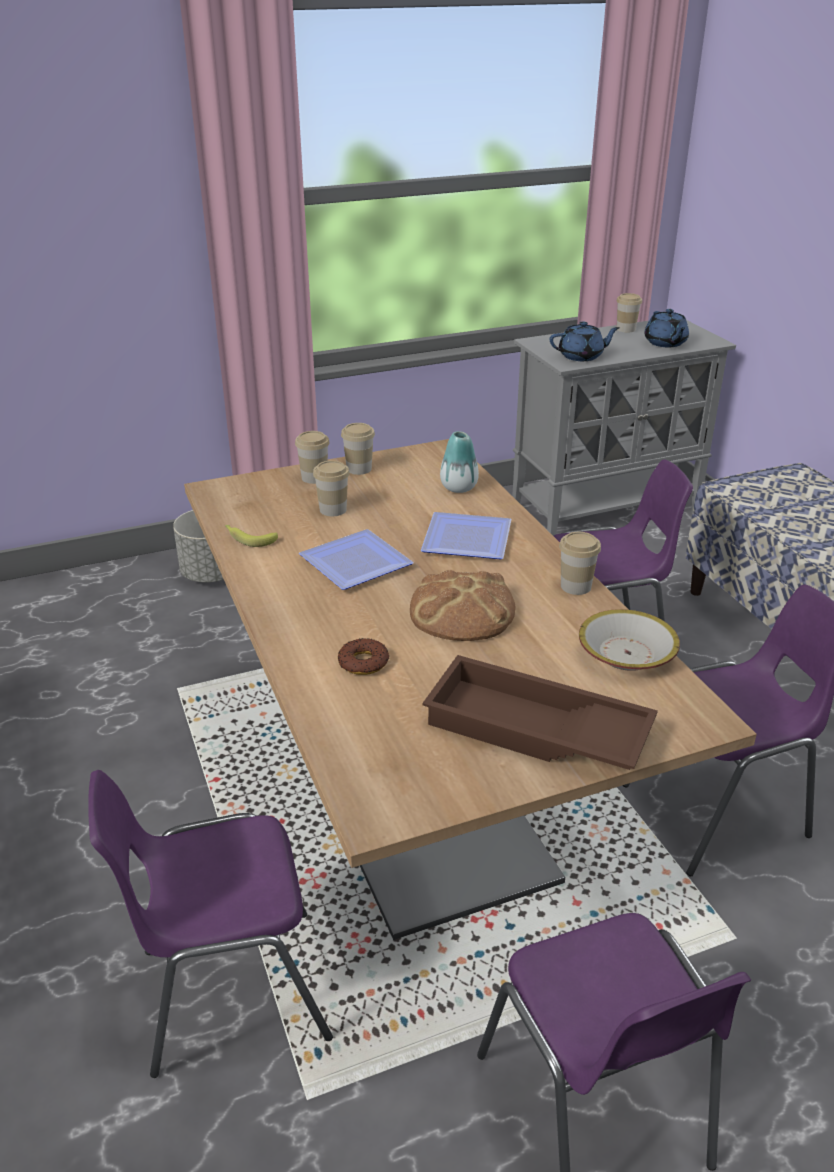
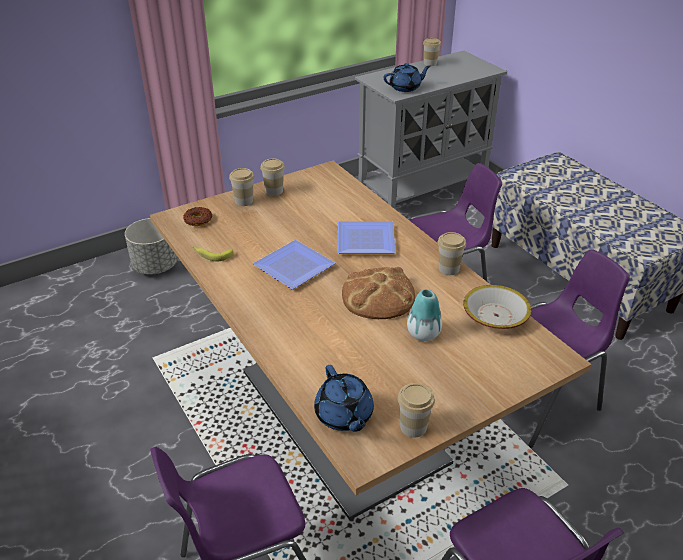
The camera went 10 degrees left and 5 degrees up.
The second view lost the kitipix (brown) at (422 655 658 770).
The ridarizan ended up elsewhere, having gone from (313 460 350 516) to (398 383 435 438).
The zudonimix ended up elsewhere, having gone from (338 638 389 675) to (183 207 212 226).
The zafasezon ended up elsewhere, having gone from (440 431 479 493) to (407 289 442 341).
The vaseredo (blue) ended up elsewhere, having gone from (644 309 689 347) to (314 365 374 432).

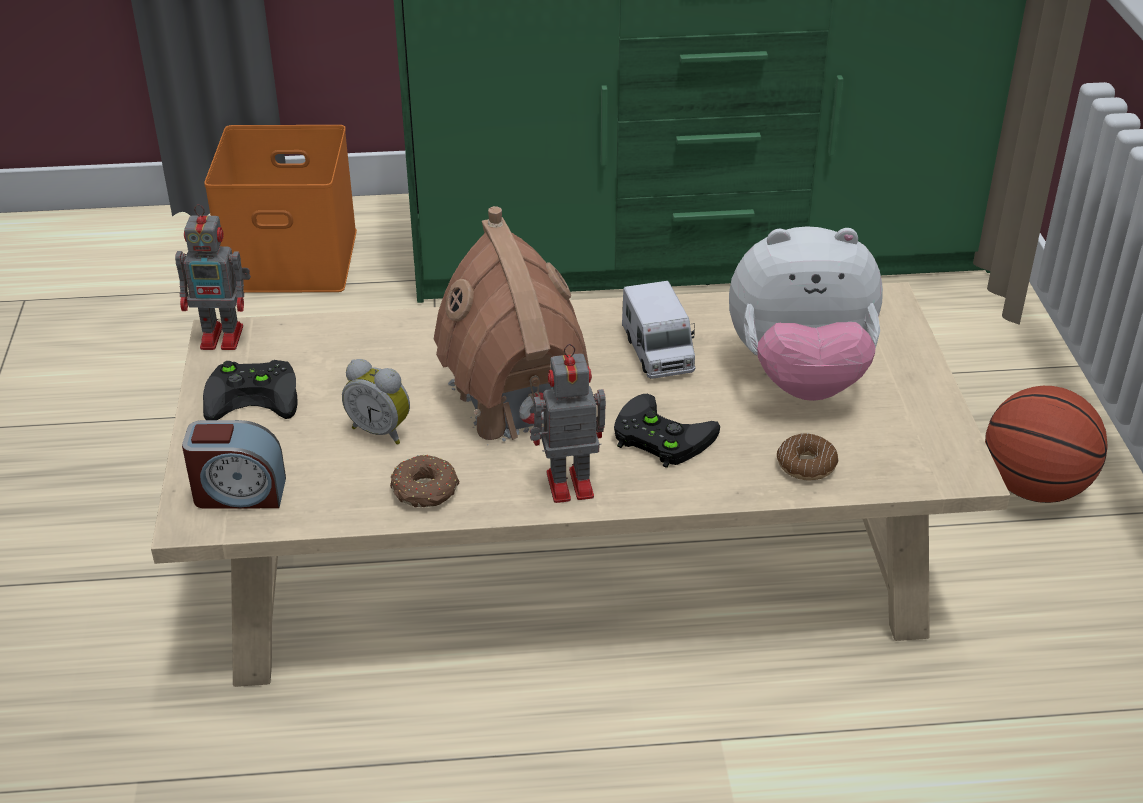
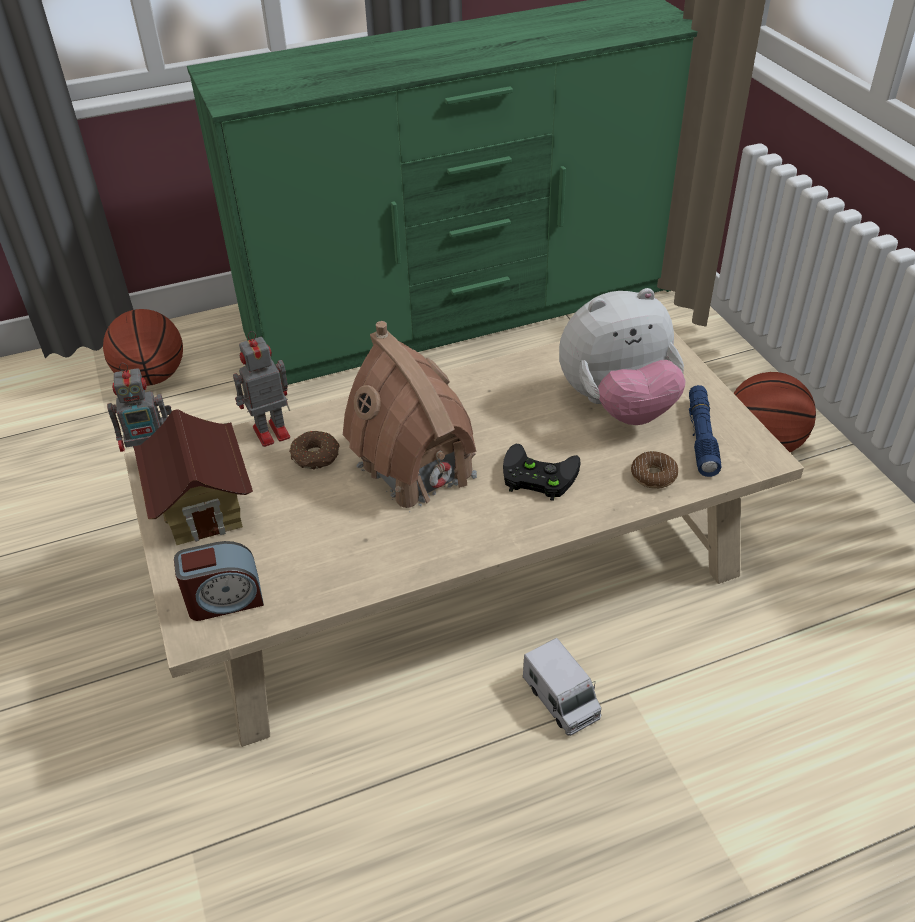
The camera went 15 degrees left and 5 degrees up.
The second view lost the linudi at (342 359 410 444).
The second view gained the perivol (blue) at (689 385 722 477).
The zudonimix ended up elsewhere, having gone from (390 455 459 508) to (289 431 339 470).
The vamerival ended up elsewhere, having gone from (530 344 606 503) to (233 331 290 447).
The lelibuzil ended up elsewhere, having gone from (622 281 695 379) to (523 638 601 736).
Where the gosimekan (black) stood at (203 360 297 420), the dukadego came to stand at (134 410 253 545).
Where the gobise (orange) stood at (204 125 357 293), the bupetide came to stand at (103 309 183 386).

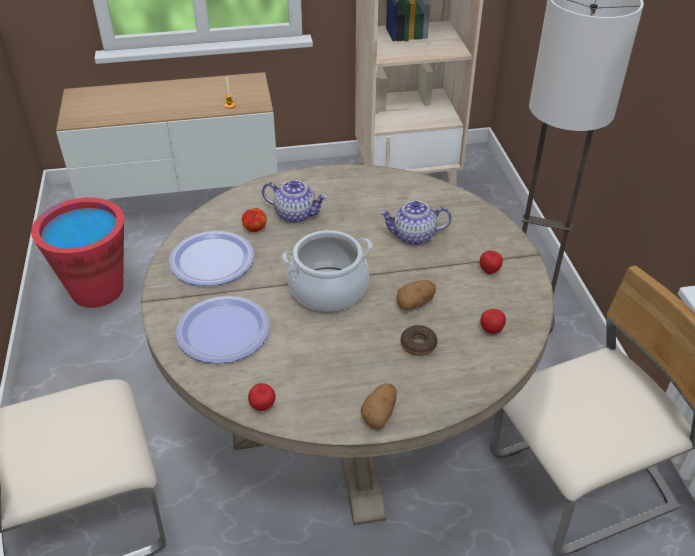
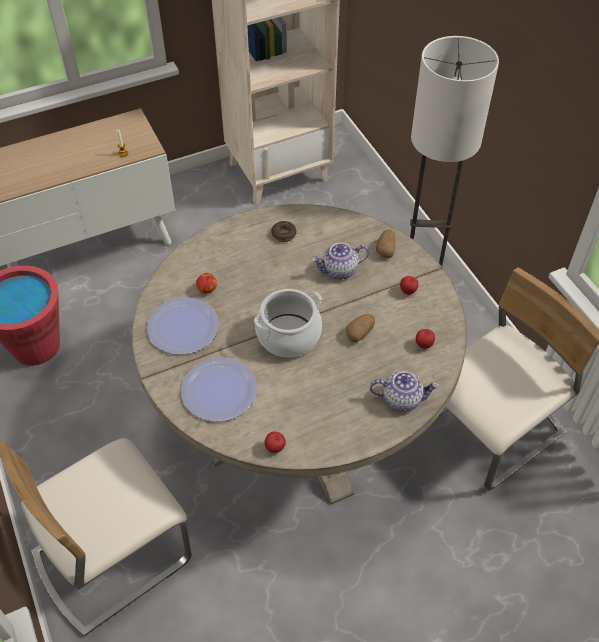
The camera went 15 degrees left and 10 degrees up.
The vaseredo ended up elsewhere, having gone from (262 180 327 223) to (370 371 439 412).
The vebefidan ended up elsewhere, having gone from (361 383 397 429) to (376 230 395 258).
The zudonimix ended up elsewhere, having gone from (401 325 438 356) to (271 221 297 242).

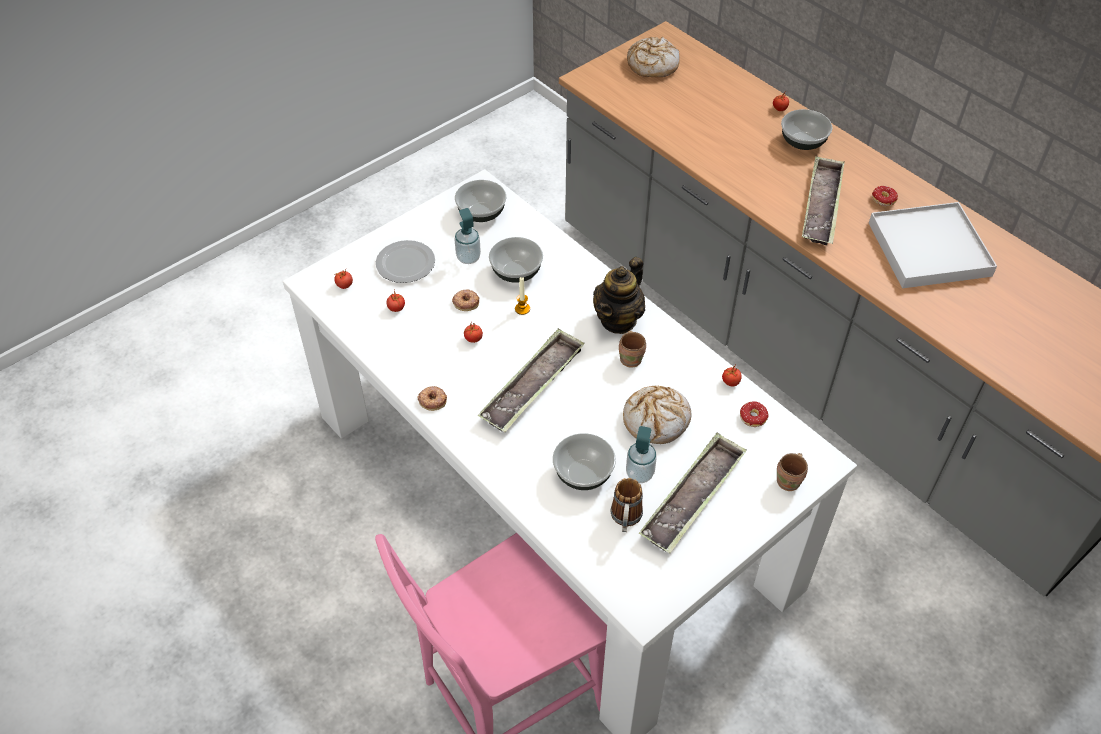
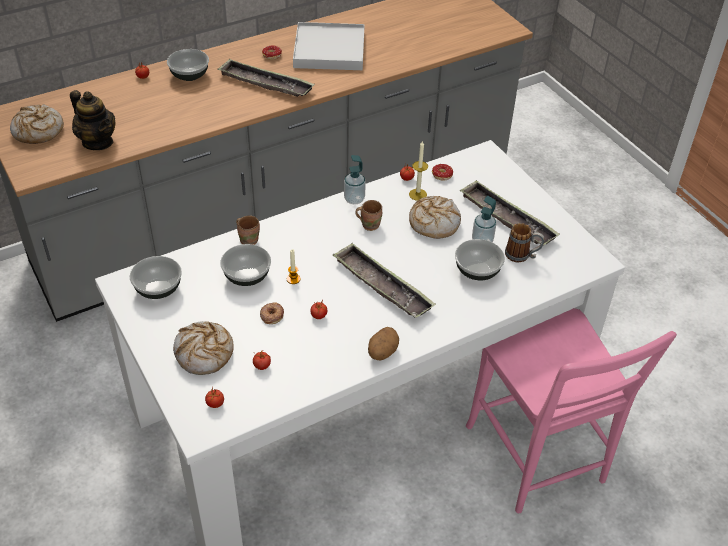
The camera went 80 degrees left and 5 degrees down.
The second view gained the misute at (409 140 428 201).
The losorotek ended up elsewhere, having gone from (454 208 481 264) to (344 155 366 204).
The vaseredo ended up elsewhere, having gone from (593 257 645 334) to (70 90 115 150).
The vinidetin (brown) ended up elsewhere, having gone from (777 453 808 491) to (236 215 260 245).
Where the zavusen stood at (376 240 435 283), the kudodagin came to stand at (173 321 234 375).
Where the zudonimix stood at (417 386 447 411), the vebefidan came to stand at (368 327 399 360).

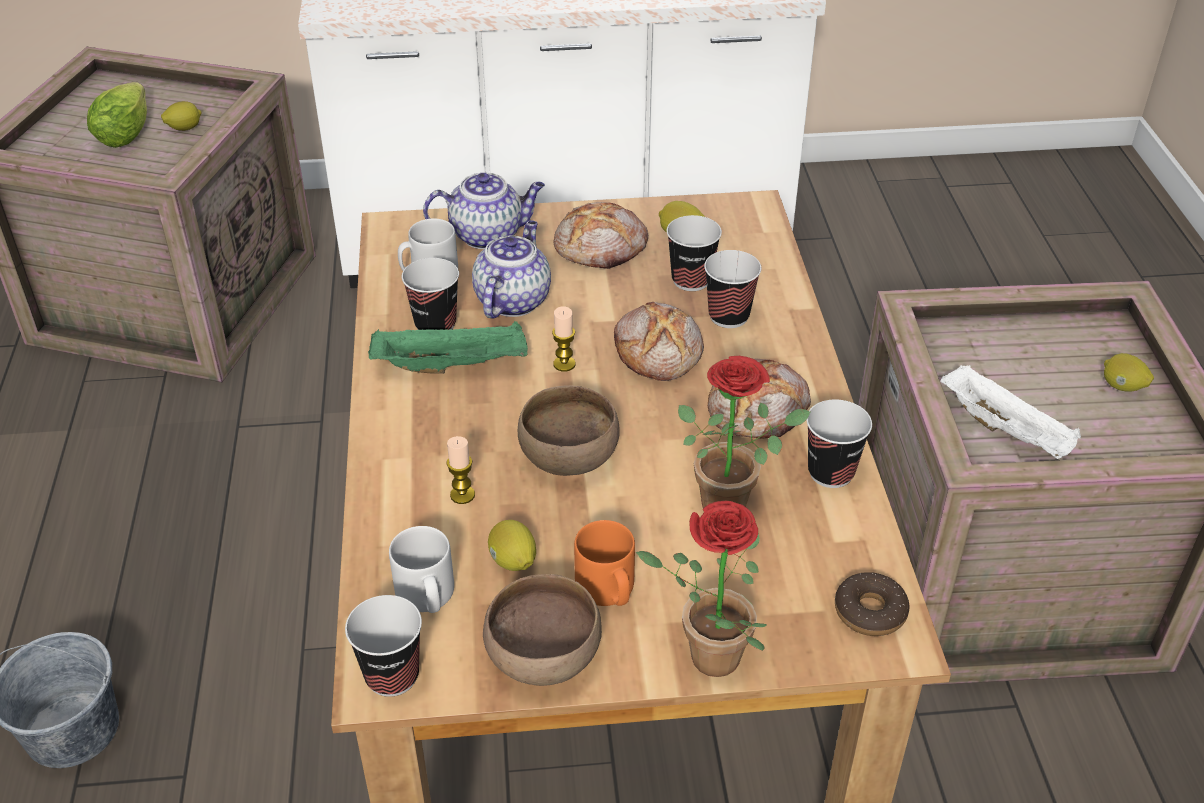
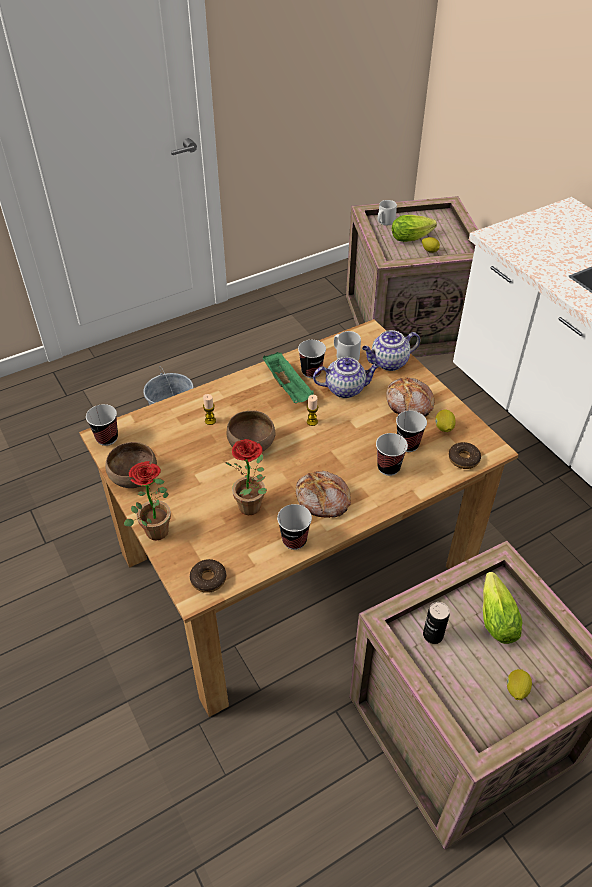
The camera went 65 degrees right and 5 degrees up.
The second view lost the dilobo at (488 520 536 571).
The second view lost the vinidetin (orange) at (574 520 635 606).
The second view lost the kudodagin at (614 302 704 381).
The second view gained the zudonimix at (449 442 481 469).
The second view gained the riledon at (483 572 523 644).
The vinidetin (grey) ended up elsewhere, having gone from (389 526 454 613) to (378 200 397 225).
Where the kitipix (white) stood at (940 365 1081 459), the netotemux came to stand at (423 602 450 644).
The vaseredo at (423 173 545 249) ended up facing another way, 105 degrees clockwise from before.

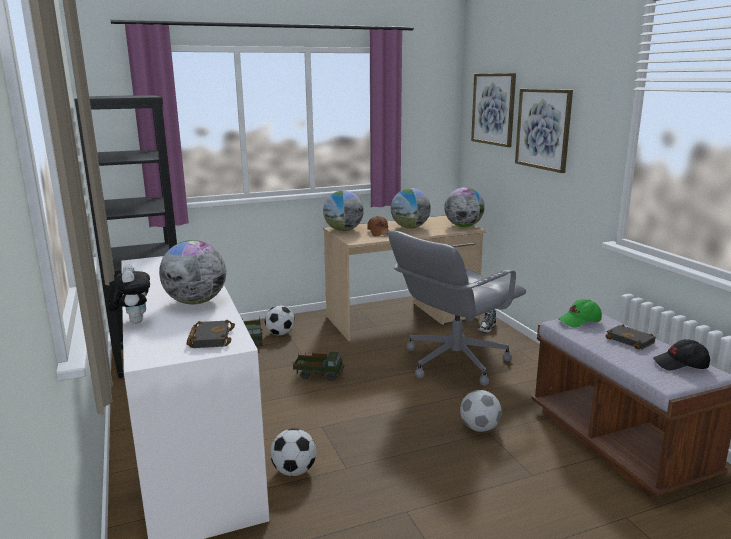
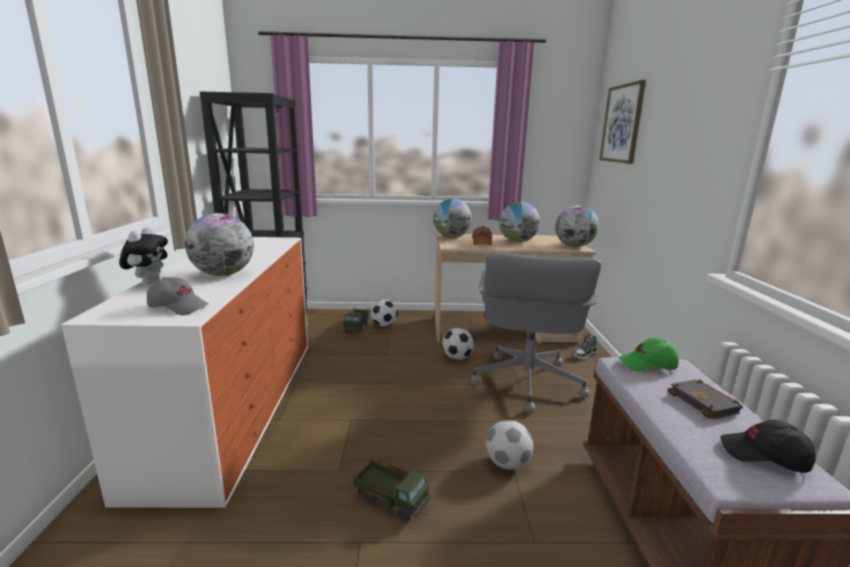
The camera went 20 degrees right and 0 degrees up.
The second view lost the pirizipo at (515 89 573 173).
The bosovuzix ended up elsewhere, having gone from (270 428 316 476) to (442 328 474 360).
The lelibuzil ended up elsewhere, having gone from (293 352 344 381) to (353 456 431 522).
Where the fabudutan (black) stood at (186 320 235 348), the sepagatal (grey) came to stand at (147 277 209 315).
The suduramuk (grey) at (388 230 526 386) ended up facing another way, 60 degrees counterclockwise from before.

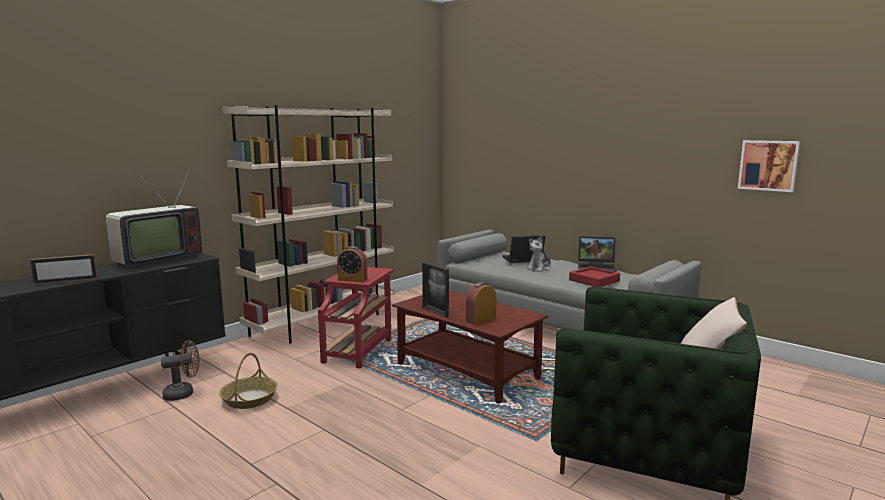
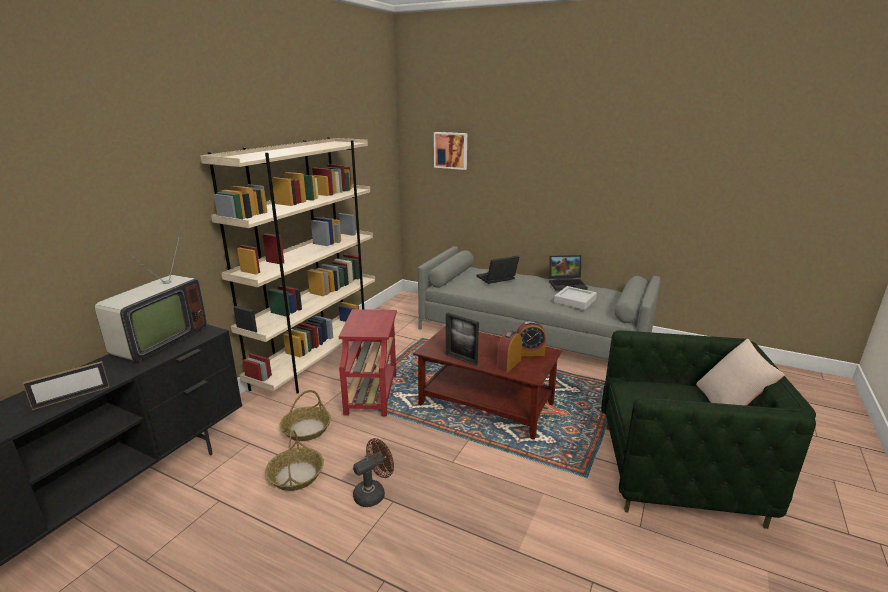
The camera went 15 degrees left and 10 degrees up.
The second view lost the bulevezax at (527 235 551 272).
The second view gained the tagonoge at (280 390 331 441).
The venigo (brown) ended up elsewhere, having gone from (161 340 200 401) to (353 438 394 507).
The linudi ended up elsewhere, having gone from (337 246 367 282) to (516 321 546 356).
The pirizipo ended up elsewhere, having gone from (738 140 801 192) to (434 132 467 170).
What was the kitipix (red) at (569 266 620 287) turned into the kitipix (grey) at (554 286 597 310).

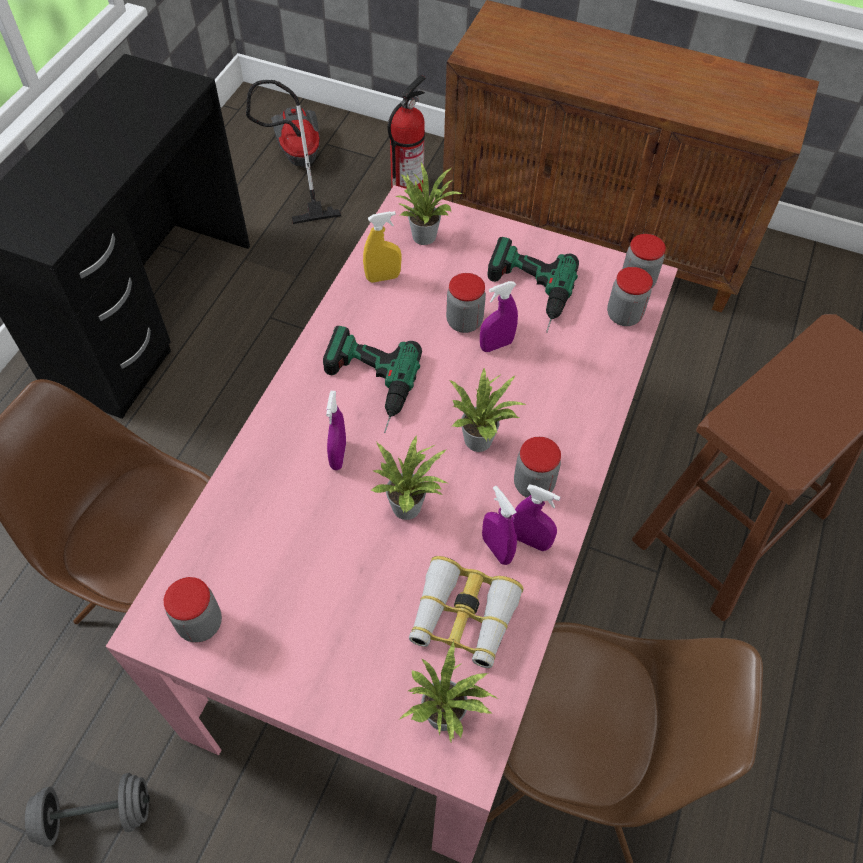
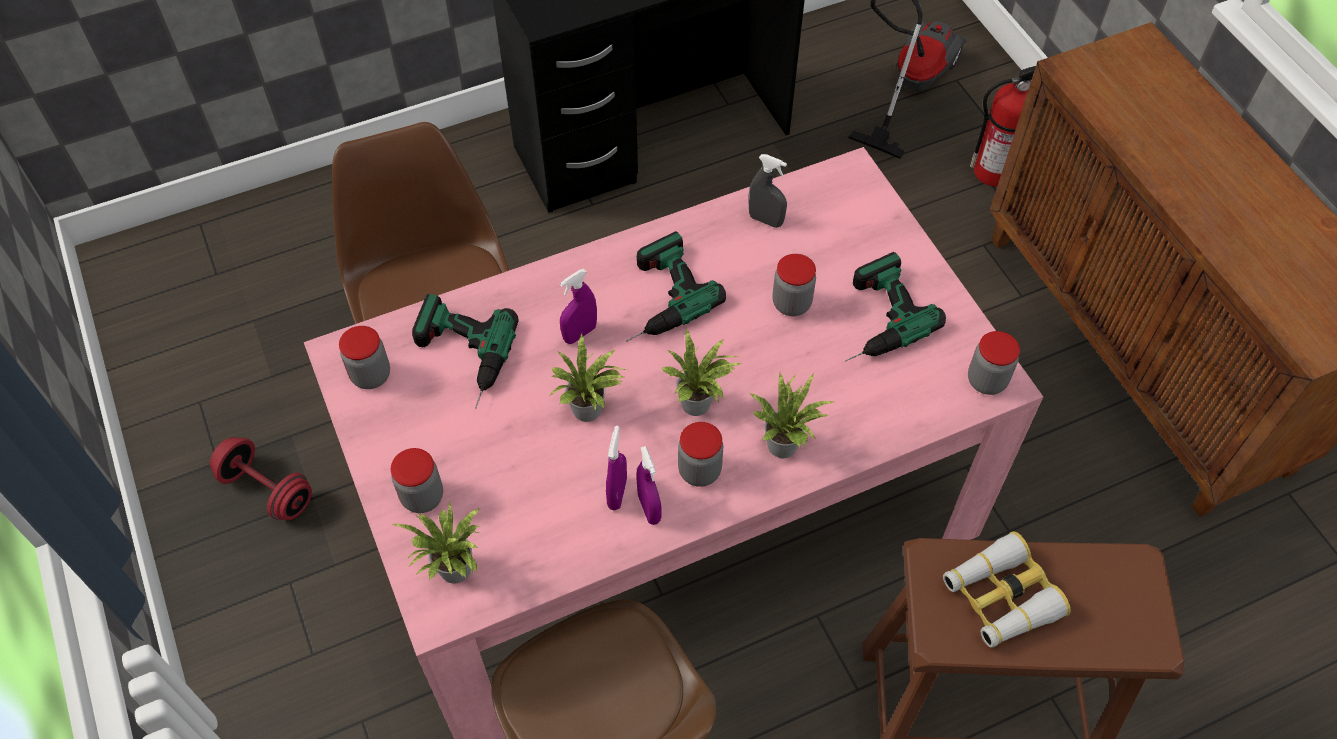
The camera went 45 degrees right and 0 degrees up.
The second view lost the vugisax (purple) at (480 281 518 352).
The second view gained the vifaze at (412 294 519 409).
The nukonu ended up elsewhere, having gone from (395 162 463 245) to (749 372 833 458).
The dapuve ended up elsewhere, having gone from (409 556 524 668) to (943 531 1071 648).
The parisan ended up elsewhere, having gone from (607 267 653 326) to (391 448 443 513).
What was the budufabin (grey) at (25 773 150 847) turned into the budufabin (red) at (210 437 312 520).
What was the vugisax (yellow) at (363 211 402 283) turned into the vugisax (grey) at (748 154 787 228).

